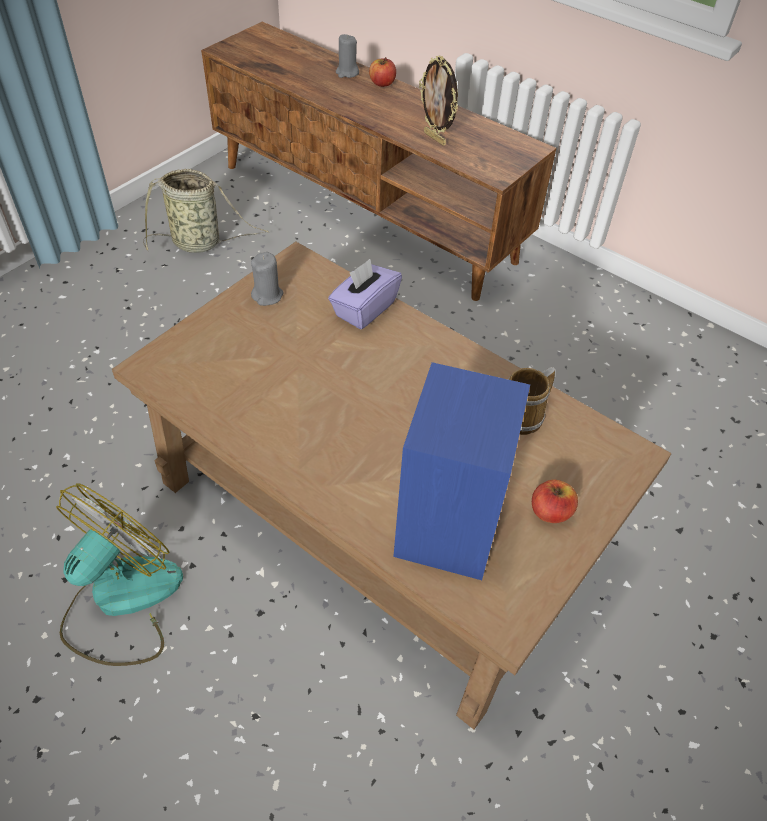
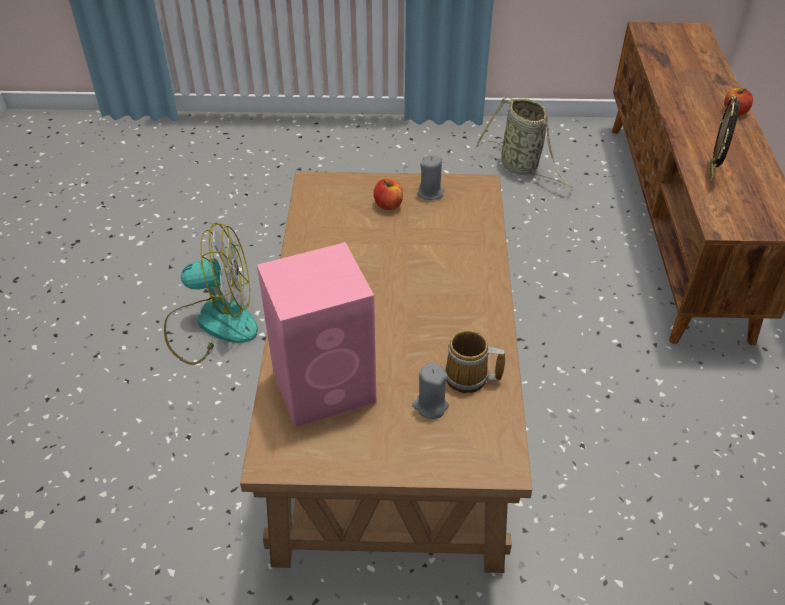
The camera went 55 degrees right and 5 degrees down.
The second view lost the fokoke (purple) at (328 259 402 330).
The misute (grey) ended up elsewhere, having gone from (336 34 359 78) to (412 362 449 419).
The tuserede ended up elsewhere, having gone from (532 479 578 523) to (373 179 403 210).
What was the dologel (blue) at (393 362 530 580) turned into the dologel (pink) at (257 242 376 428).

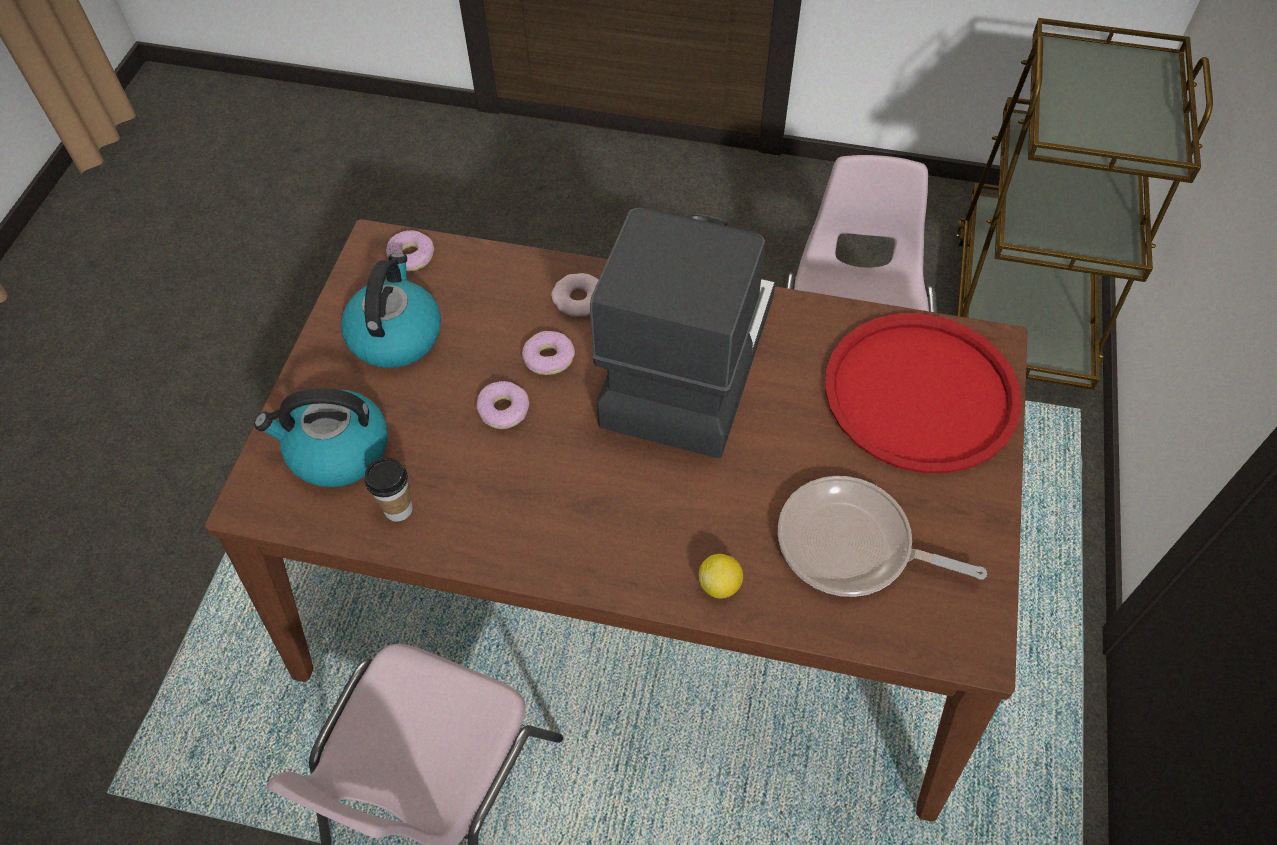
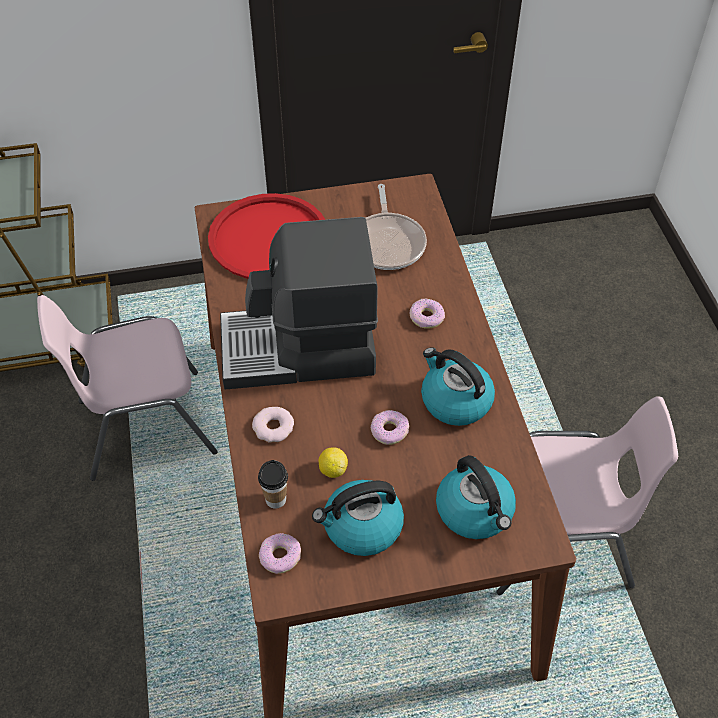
The camera went 115 degrees left and 5 degrees down.
The second view gained the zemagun at (421 347 495 426).
The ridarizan ended up elsewhere, having gone from (365 458 413 522) to (258 460 288 509).
The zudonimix ended up elsewhere, having gone from (522 331 575 375) to (410 299 445 329).
The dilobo ended up elsewhere, having gone from (698 554 743 599) to (319 447 348 478).

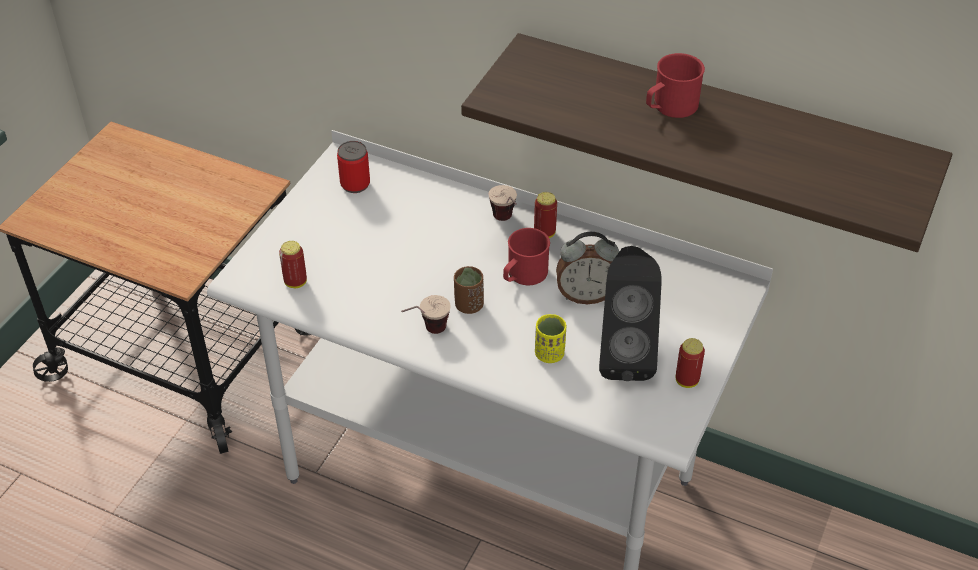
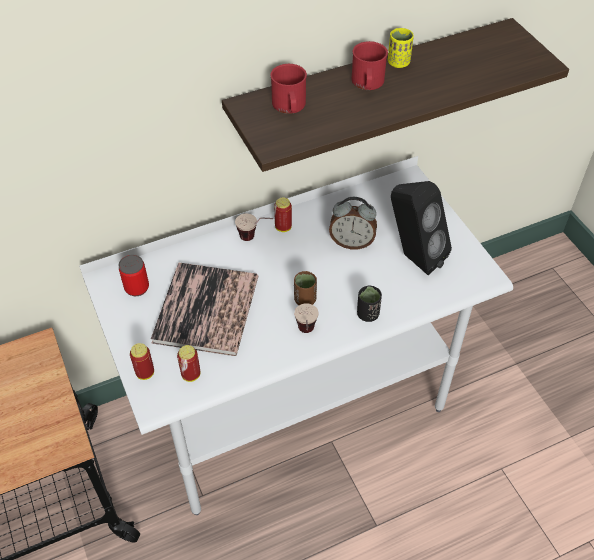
The camera went 50 degrees left and 5 degrees up.
The second view gained the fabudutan at (151 262 258 356).
The second view gained the ridarizan (black) at (357 286 382 322).
The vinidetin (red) ended up elsewhere, having gone from (503 228 550 285) to (270 64 307 114).
The ridarizan (yellow) ended up elsewhere, having gone from (535 314 566 363) to (388 28 414 68).
The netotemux ended up elsewhere, having gone from (676 338 705 388) to (130 343 154 380).
The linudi at (556 232 619 304) ended up facing another way, 60 degrees clockwise from before.

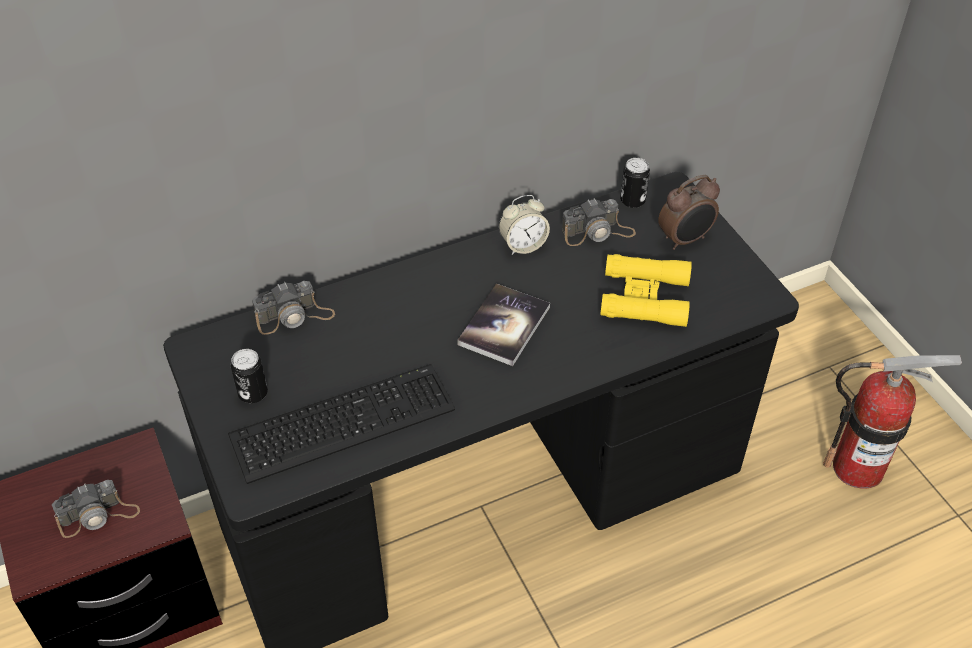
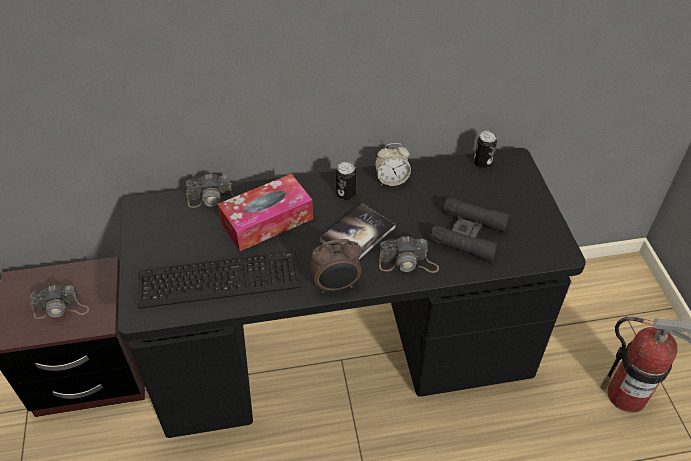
The camera went 15 degrees right and 0 degrees up.
The second view gained the fokoke at (218 174 313 251).
The netotemux ended up elsewhere, having gone from (231 349 268 403) to (336 162 356 200).
The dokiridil ended up elsewhere, having gone from (562 198 636 246) to (379 236 439 273).
The linudi ended up elsewhere, having gone from (658 175 720 250) to (310 239 362 293).
What was the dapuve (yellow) at (600 254 692 327) turned into the dapuve (black) at (429 198 509 262).

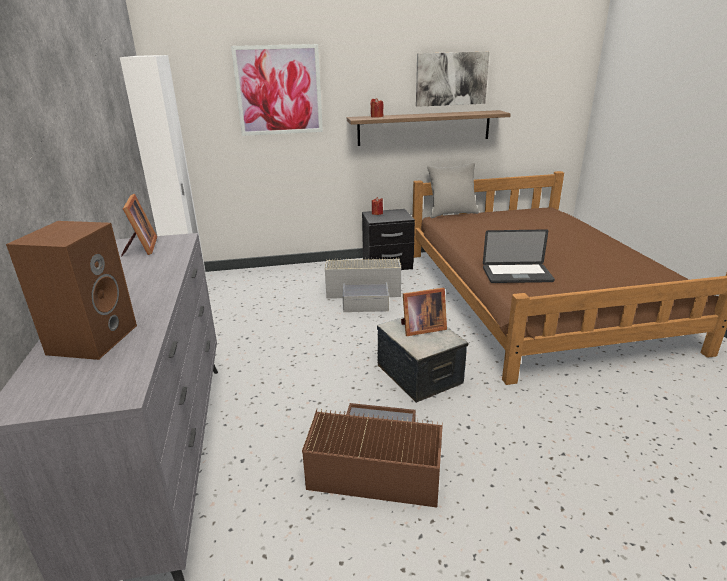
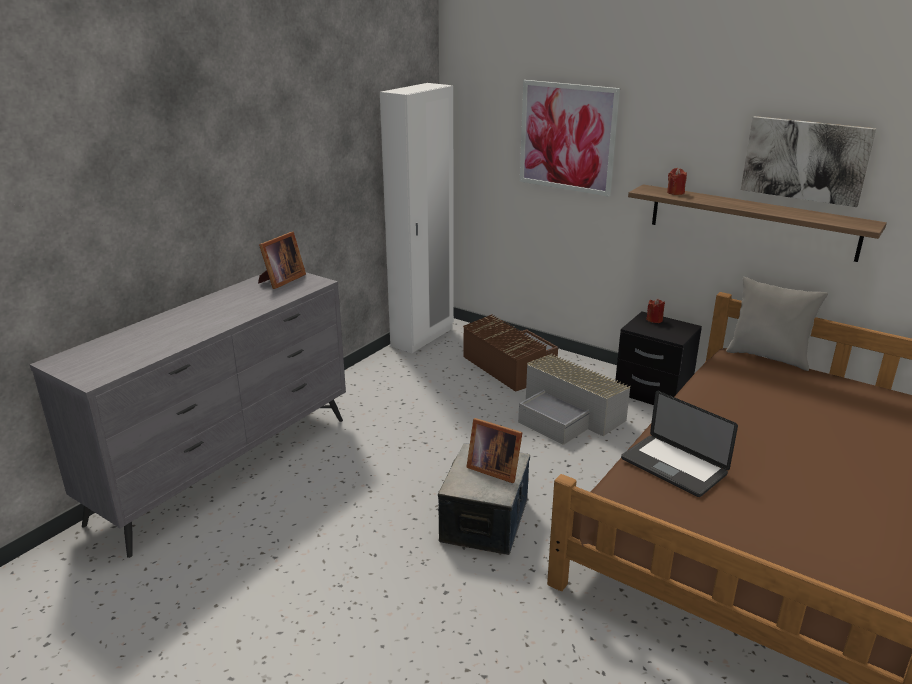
The camera went 45 degrees right and 0 degrees up.
The second view lost the dologel (brown) at (6 221 137 360).
The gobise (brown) ended up elsewhere, having gone from (302 403 443 507) to (463 314 558 392).

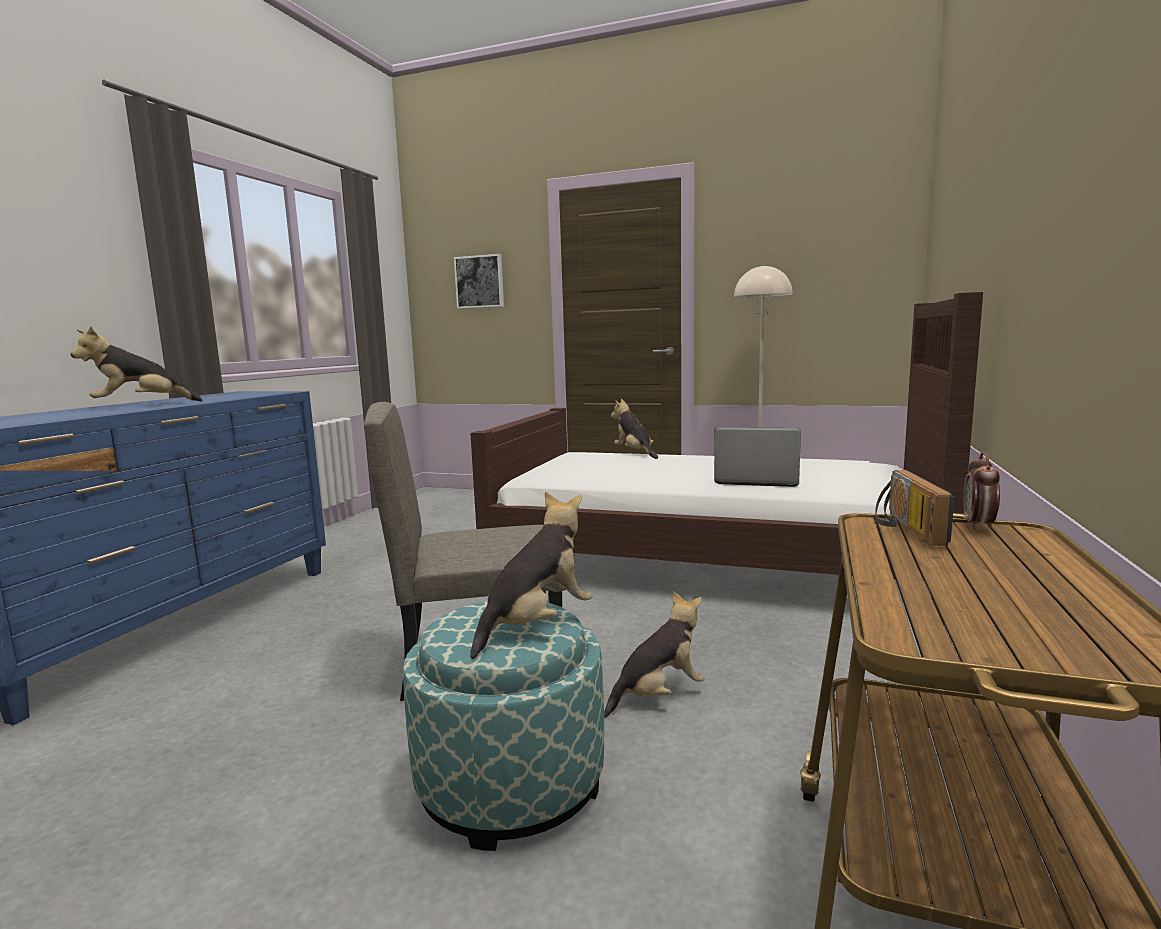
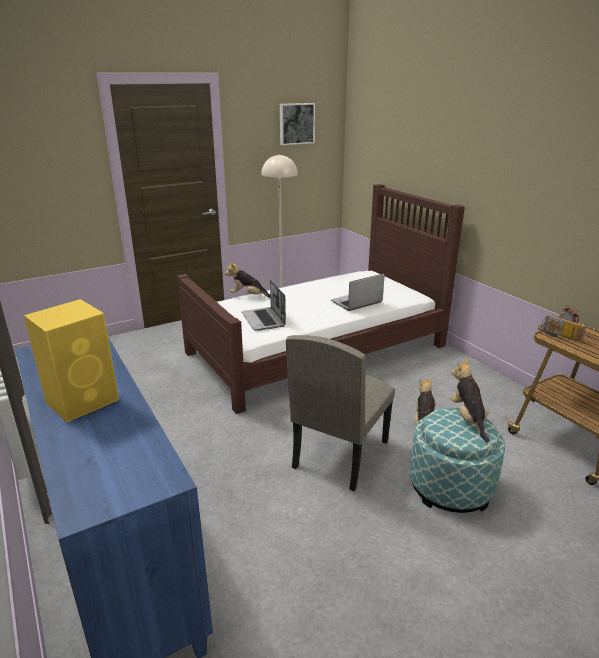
The camera went 50 degrees left and 15 degrees up.
The second view gained the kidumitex at (242 280 286 331).
The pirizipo ended up elsewhere, having gone from (454 254 504 309) to (280 103 315 145).
Where the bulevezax stood at (71 326 203 401), the dologel (yellow) came to stand at (24 299 119 423).

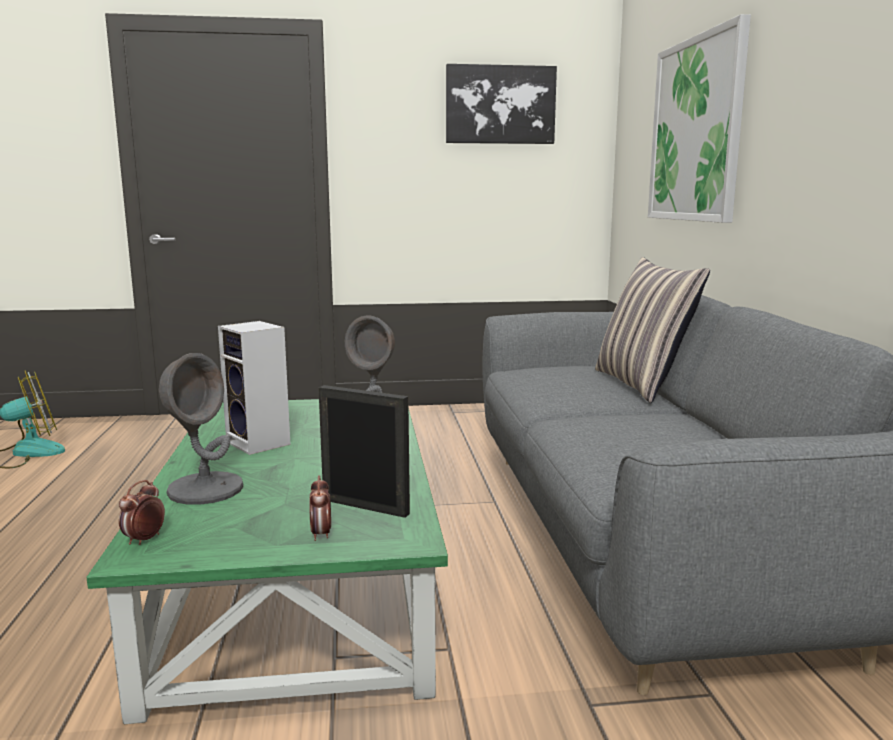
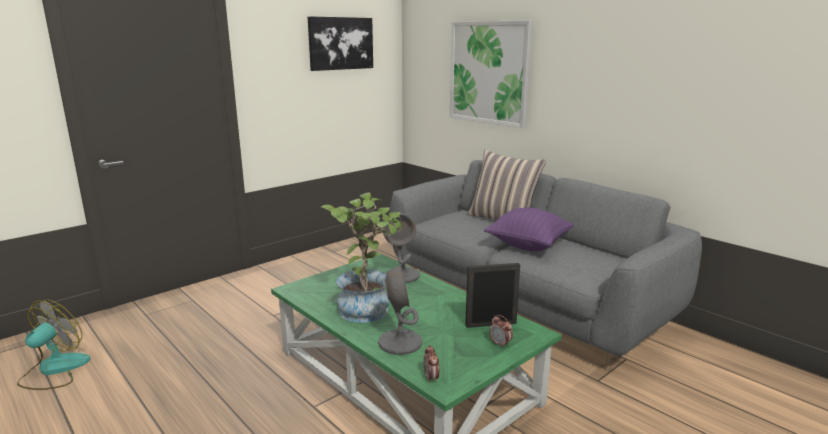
The camera went 35 degrees left and 5 degrees up.
The second view gained the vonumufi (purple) at (484 208 574 251).
Where the dologel stood at (218 321 291 455), the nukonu came to stand at (321 193 402 323).

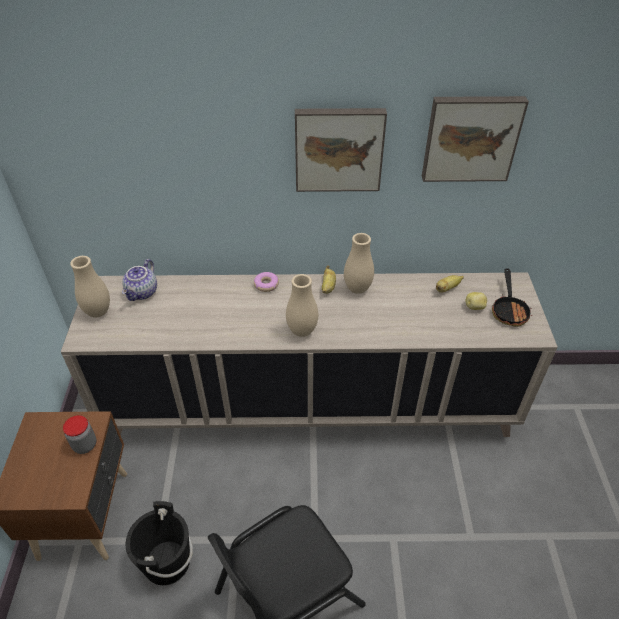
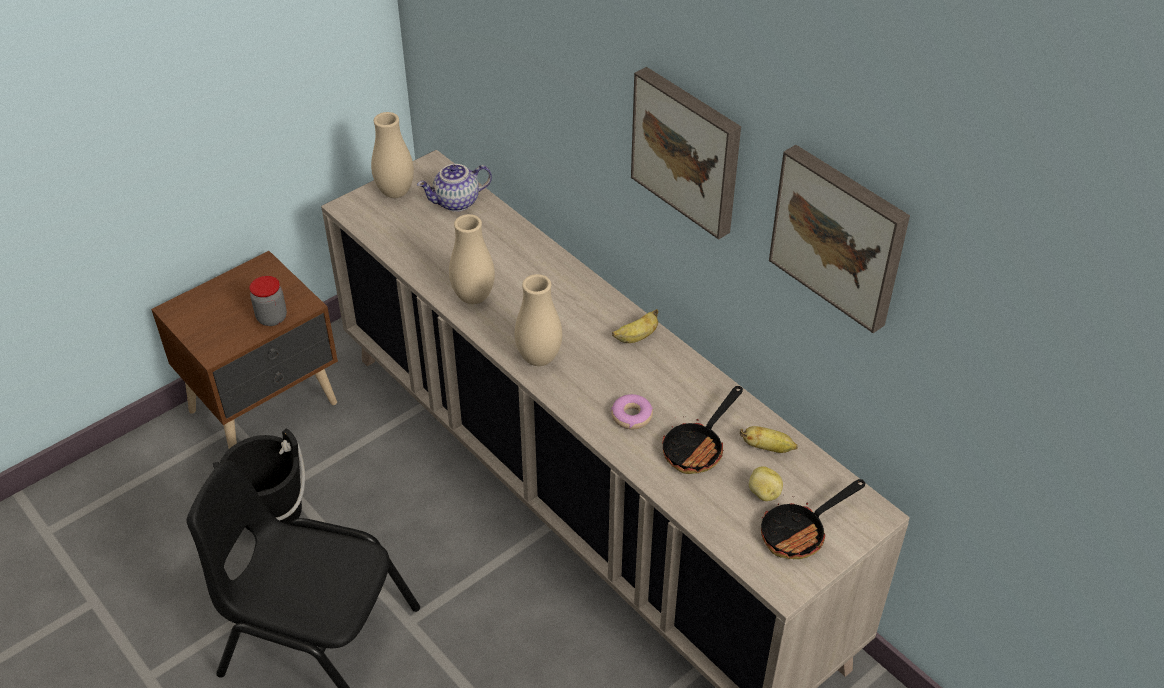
The camera went 50 degrees right and 0 degrees up.
The second view gained the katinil at (662 386 743 474).
The zudonimix ended up elsewhere, having gone from (254 272 279 292) to (611 394 653 429).
The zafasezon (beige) ended up elsewhere, having gone from (344 233 374 294) to (449 214 495 304).

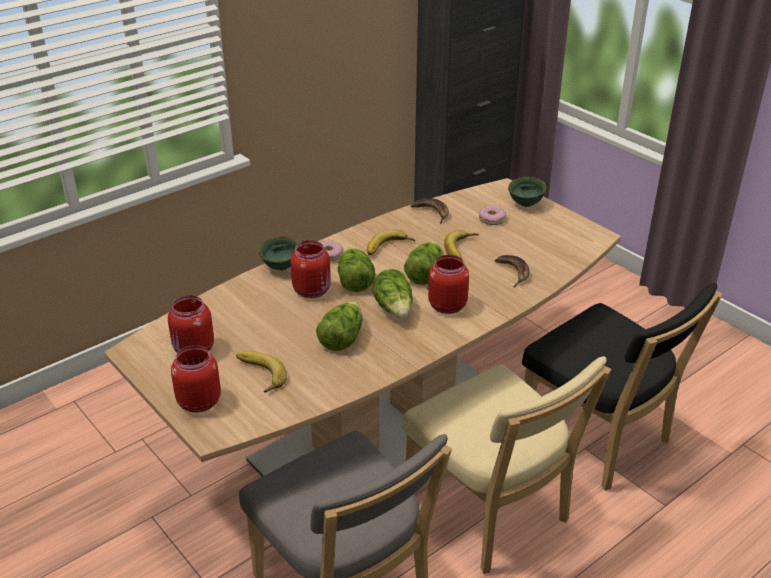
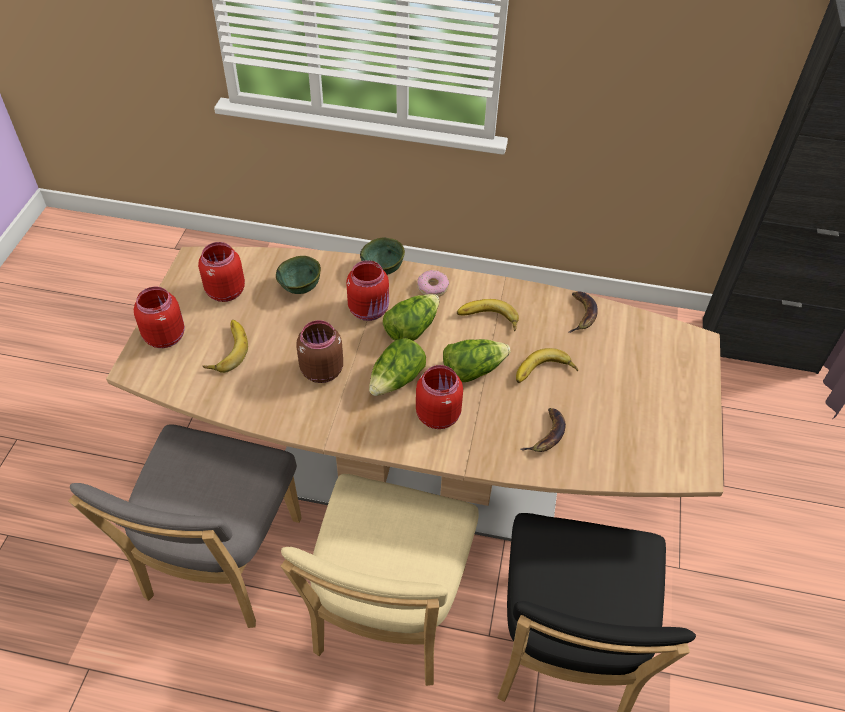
The camera went 50 degrees right and 15 degrees up.
The second view lost the zudonimix at (479 205 506 225).
The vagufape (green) ended up elsewhere, having gone from (508 177 546 207) to (276 256 321 294).
Where the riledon stood at (316 301 362 351), the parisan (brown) came to stand at (296 320 343 383).

